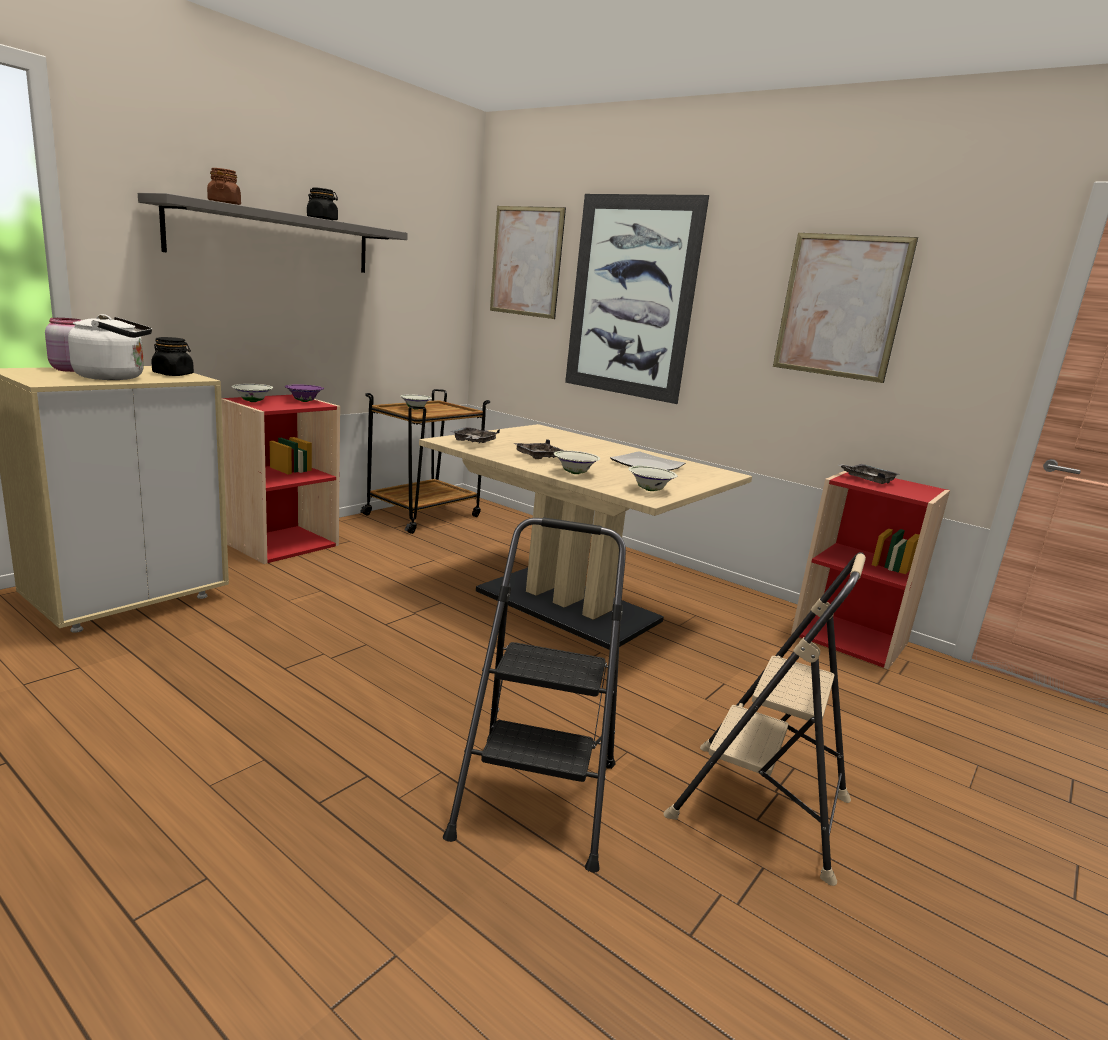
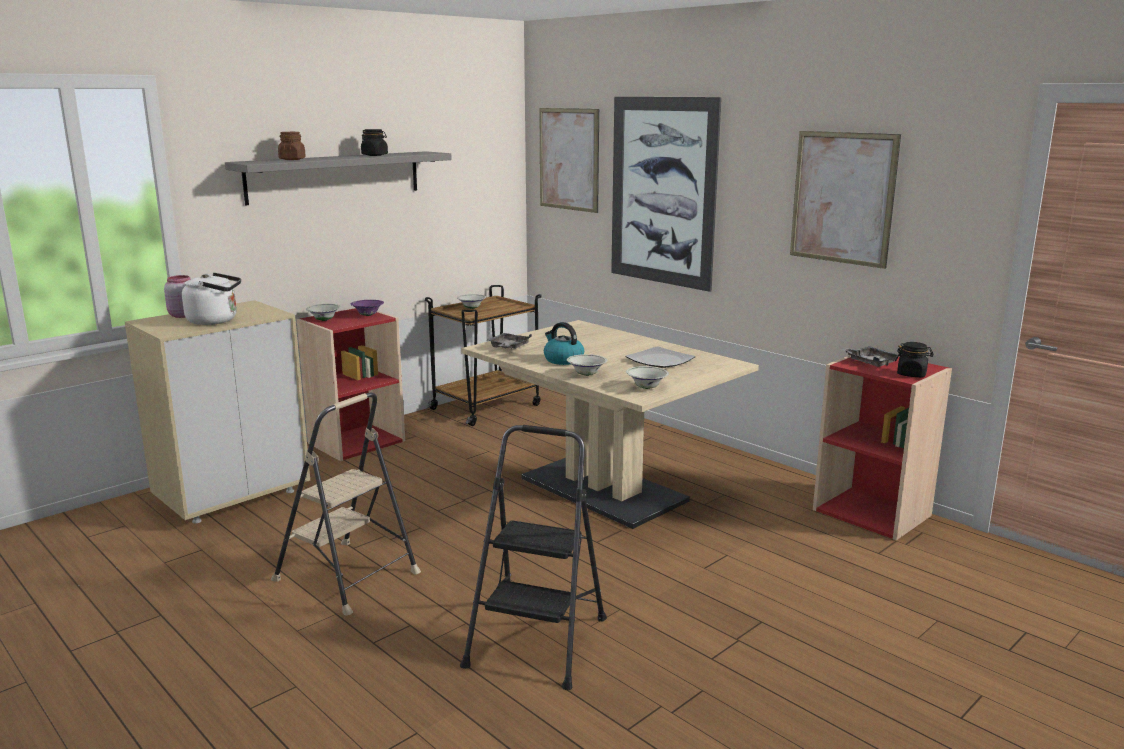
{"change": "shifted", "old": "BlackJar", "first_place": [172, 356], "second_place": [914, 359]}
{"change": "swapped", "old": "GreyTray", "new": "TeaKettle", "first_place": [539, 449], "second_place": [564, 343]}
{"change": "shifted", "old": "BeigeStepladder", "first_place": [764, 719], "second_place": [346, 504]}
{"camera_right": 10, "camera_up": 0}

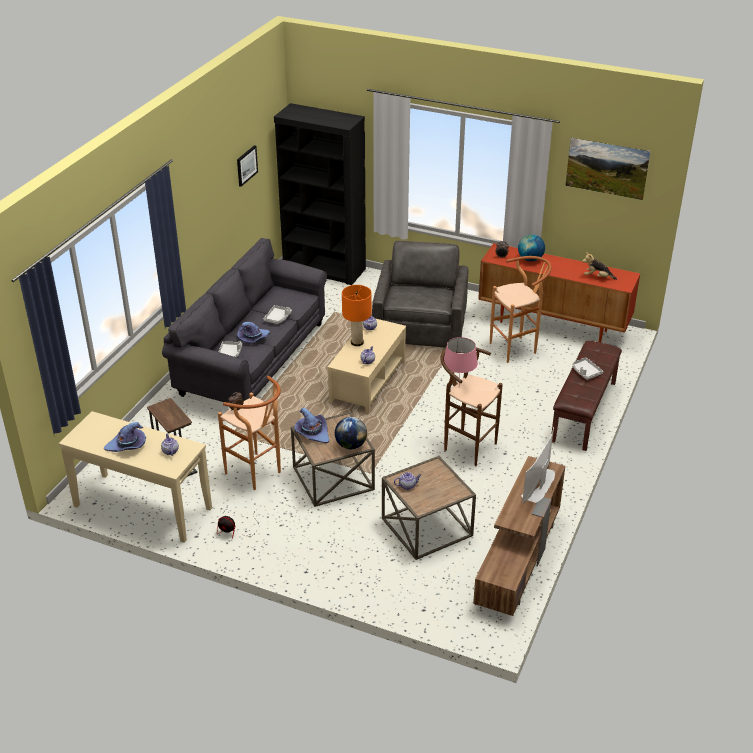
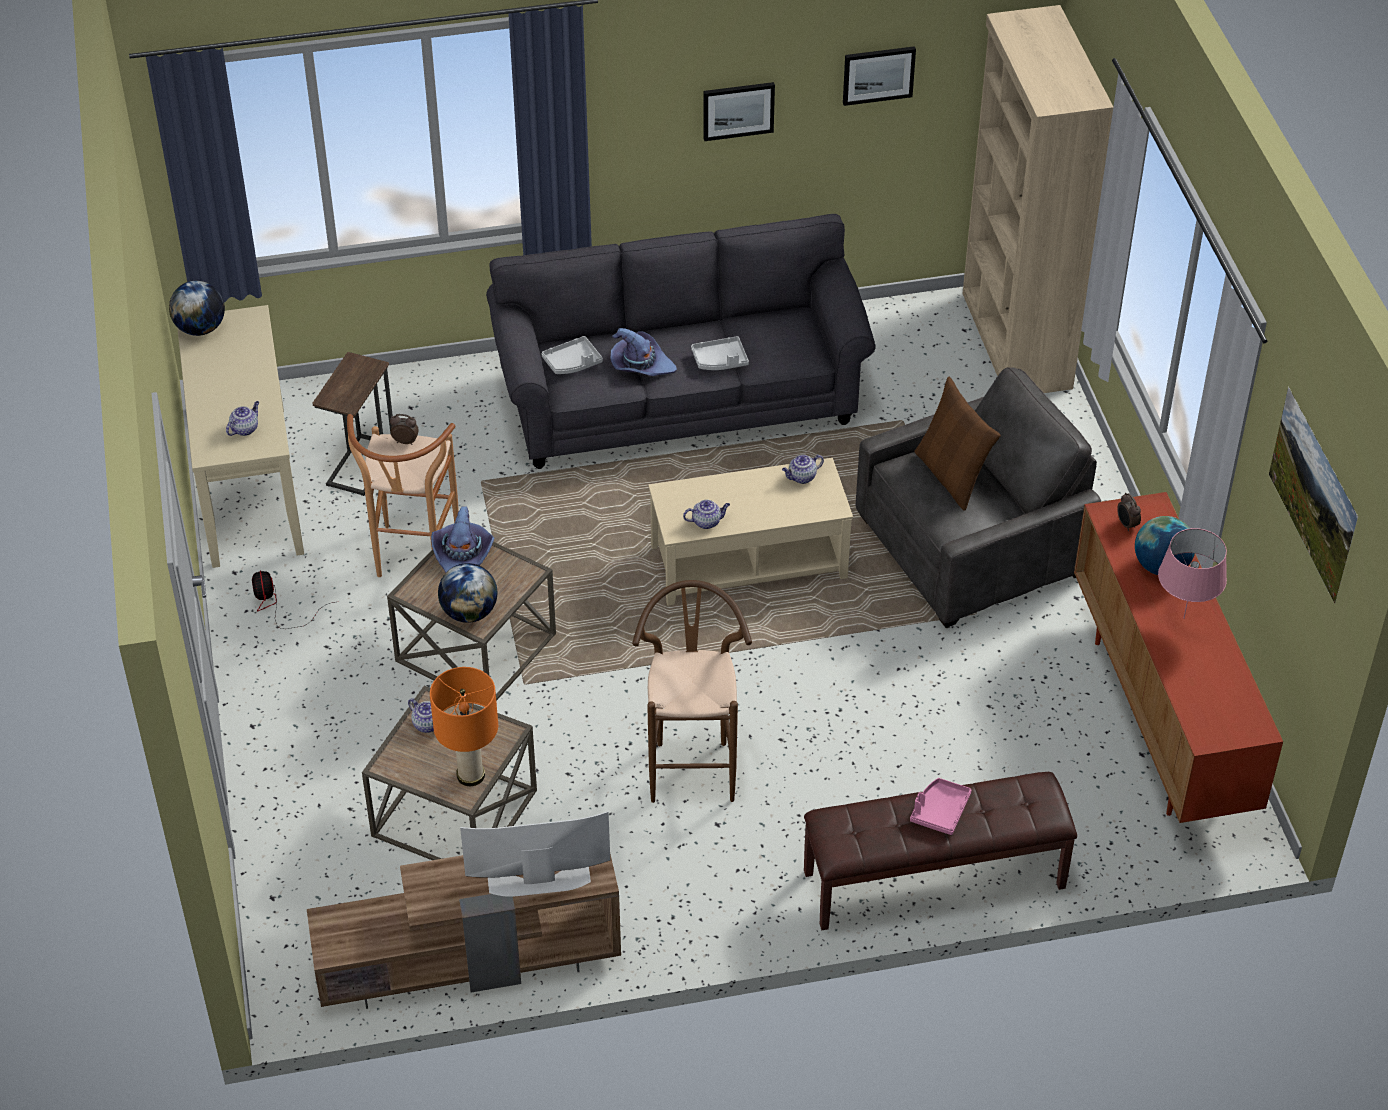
{"change": "gone", "old": "PurpleWearableHat", "first_place": [125, 437]}
{"change": "repainted", "old": "BlackBookcase", "new": "BeigeBookcase", "first_place": [320, 194], "second_place": [1038, 199]}
{"change": "shifted", "old": "OrangeyTableLamp", "first_place": [357, 315], "second_place": [464, 726]}
{"change": "shifted", "old": "PinkishTableLamp", "first_place": [461, 357], "second_place": [1192, 573]}
{"change": "gone", "old": "BrownSittingStool", "first_place": [521, 309]}
{"change": "repainted", "old": "GreyTray", "new": "PinkishTray", "first_place": [588, 368], "second_place": [941, 806]}
{"change": "gone", "old": "PlushToy", "first_place": [599, 266]}
{"change": "new", "new": "DeskGlobe", "second_place": [197, 308]}
{"change": "new", "new": "Picture", "second_place": [739, 111]}
{"change": "new", "new": "BrownThrowPillow", "second_place": [957, 444]}
{"camera_right": 55, "camera_up": 10}

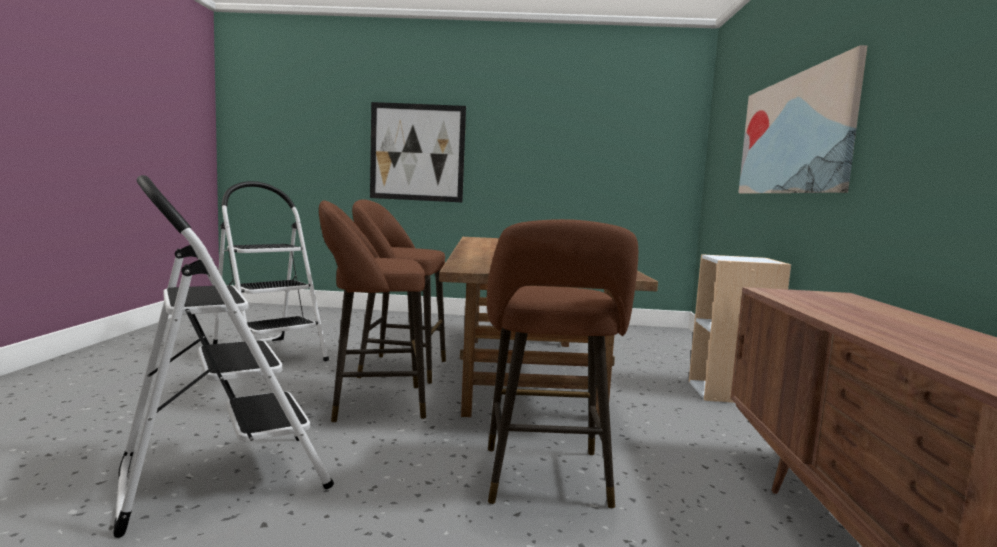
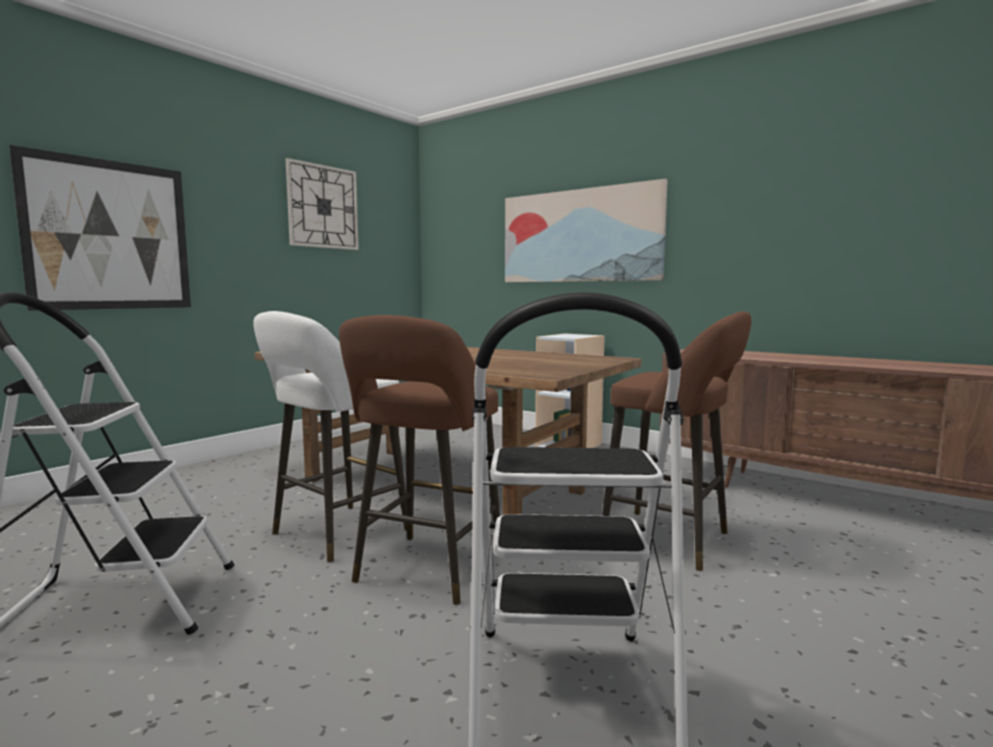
{"change": "repainted", "old": "BrownSittingStool", "new": "WhiteColouredSittingStool", "first_place": [399, 291], "second_place": [330, 436]}
{"change": "new", "new": "HangingClock", "second_place": [322, 204]}
{"camera_right": -55, "camera_up": 0}

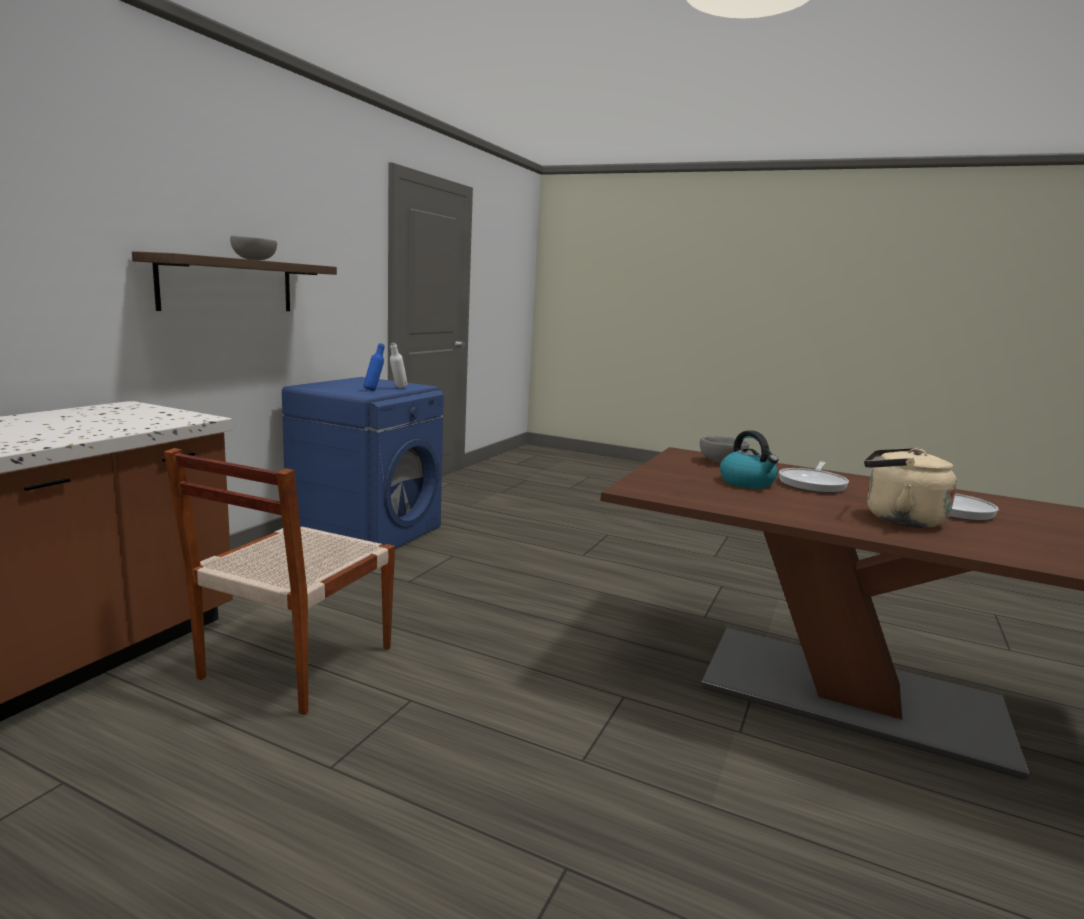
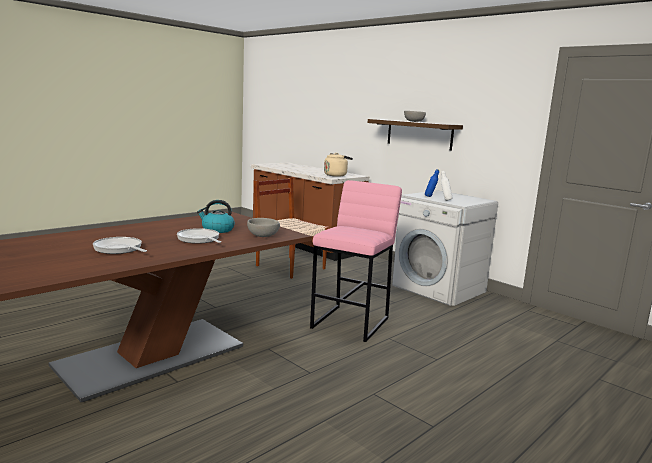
{"change": "repainted", "old": "BlueColouredWashingMachine", "new": "WhiteColouredWashingMachine", "first_place": [363, 463], "second_place": [445, 248]}
{"change": "shifted", "old": "BeigeTeaKettle", "first_place": [910, 488], "second_place": [338, 165]}
{"change": "new", "new": "PinkishSittingStool", "second_place": [356, 261]}
{"camera_right": 110, "camera_up": 0}

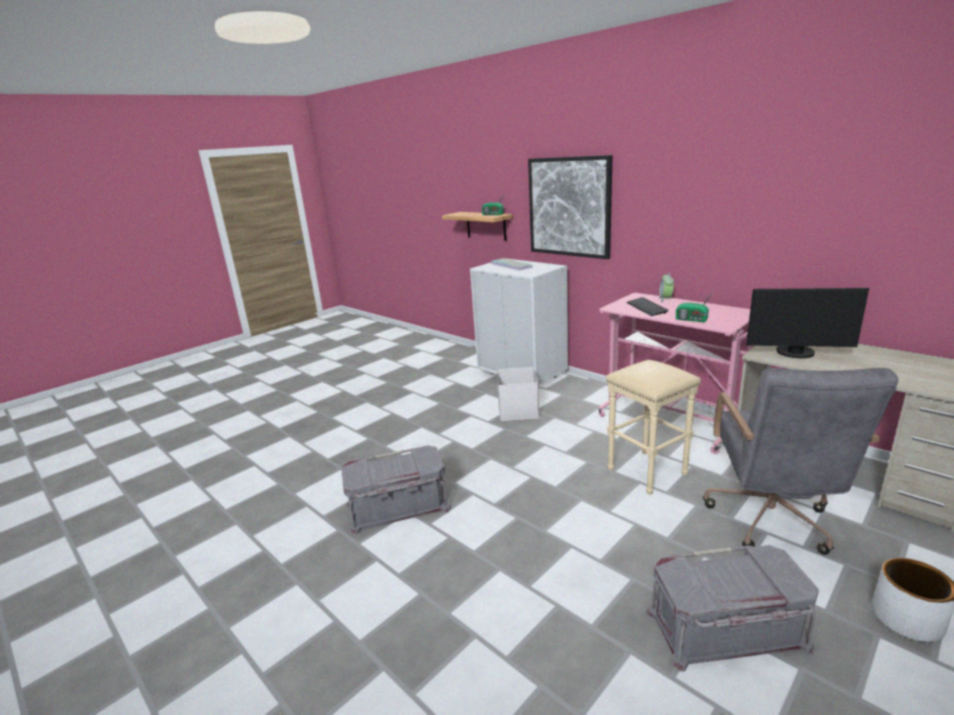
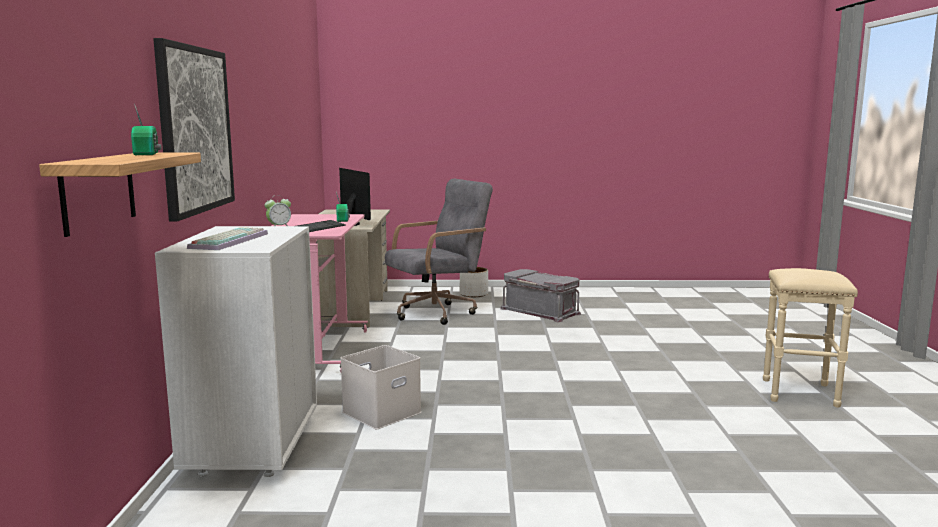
{"change": "gone", "old": "GreyStorageContainer", "first_place": [396, 490]}
{"change": "shifted", "old": "BeigeSittingStool", "first_place": [653, 427], "second_place": [810, 338]}
{"camera_right": -135, "camera_up": -10}

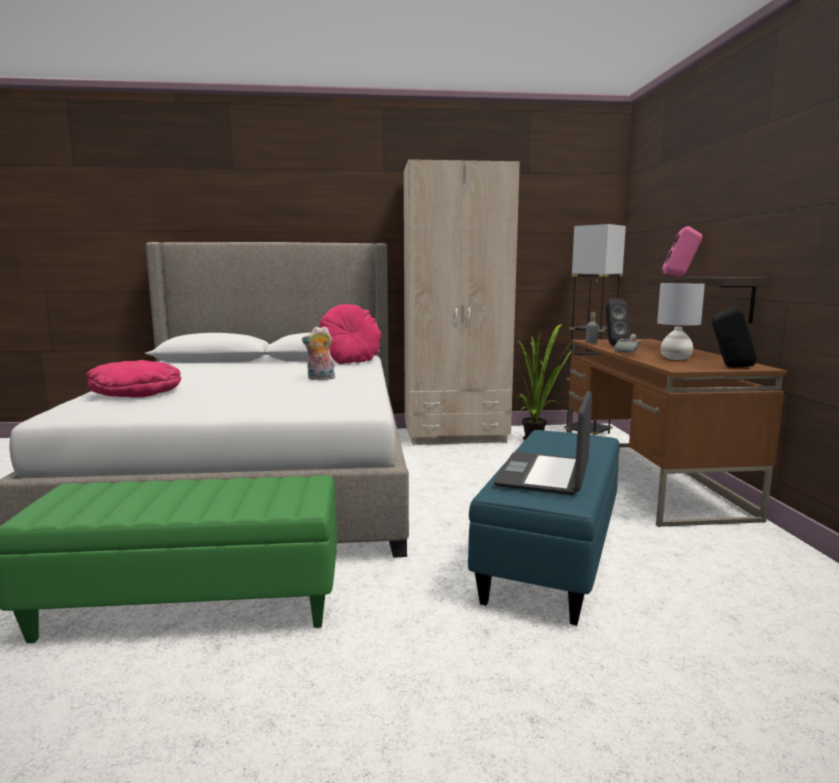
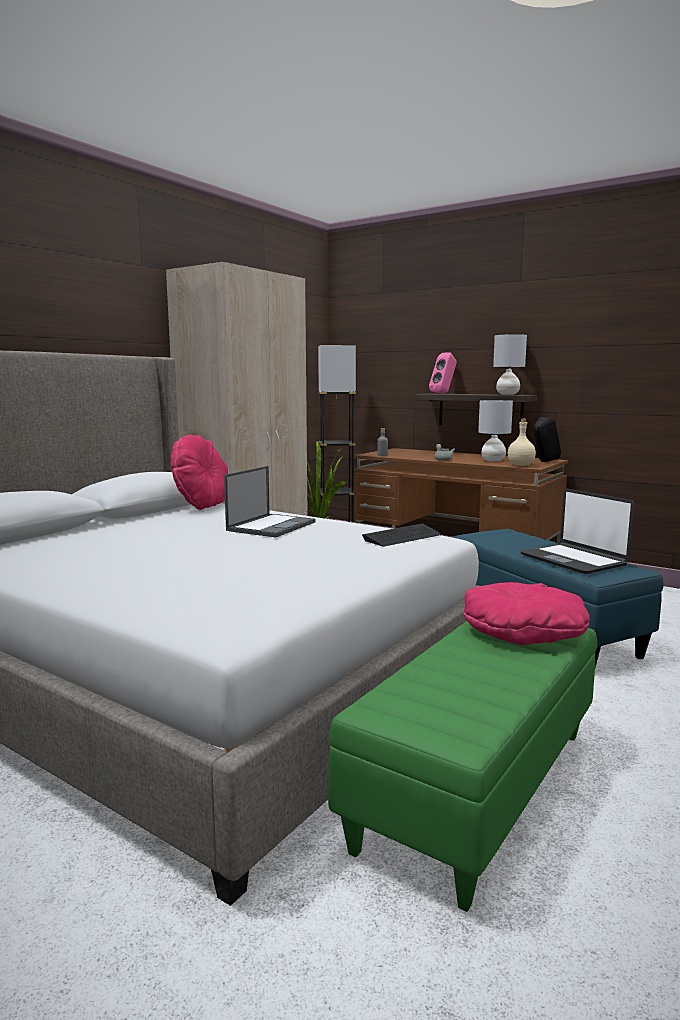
{"change": "shifted", "old": "PinkishThrowPillow", "first_place": [133, 378], "second_place": [526, 613]}
{"change": "swapped", "old": "PlushToy", "new": "NotebookComputer", "first_place": [318, 353], "second_place": [270, 502]}
{"change": "gone", "old": "BlackLoudspeaker", "first_place": [618, 322]}
{"change": "new", "new": "Keyboard", "second_place": [401, 535]}
{"change": "new", "new": "GreyTableLamp", "second_place": [510, 364]}
{"change": "new", "new": "BeigeBeverageBottle", "second_place": [522, 442]}
{"camera_right": -50, "camera_up": 0}

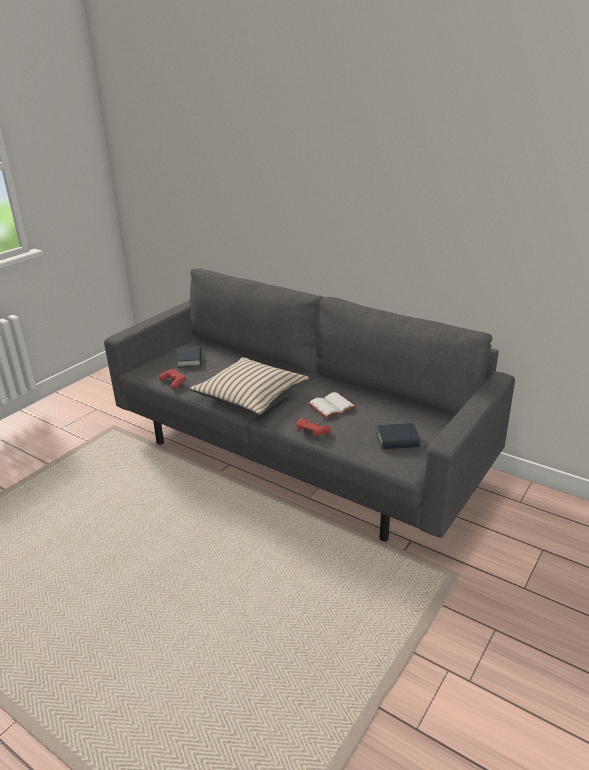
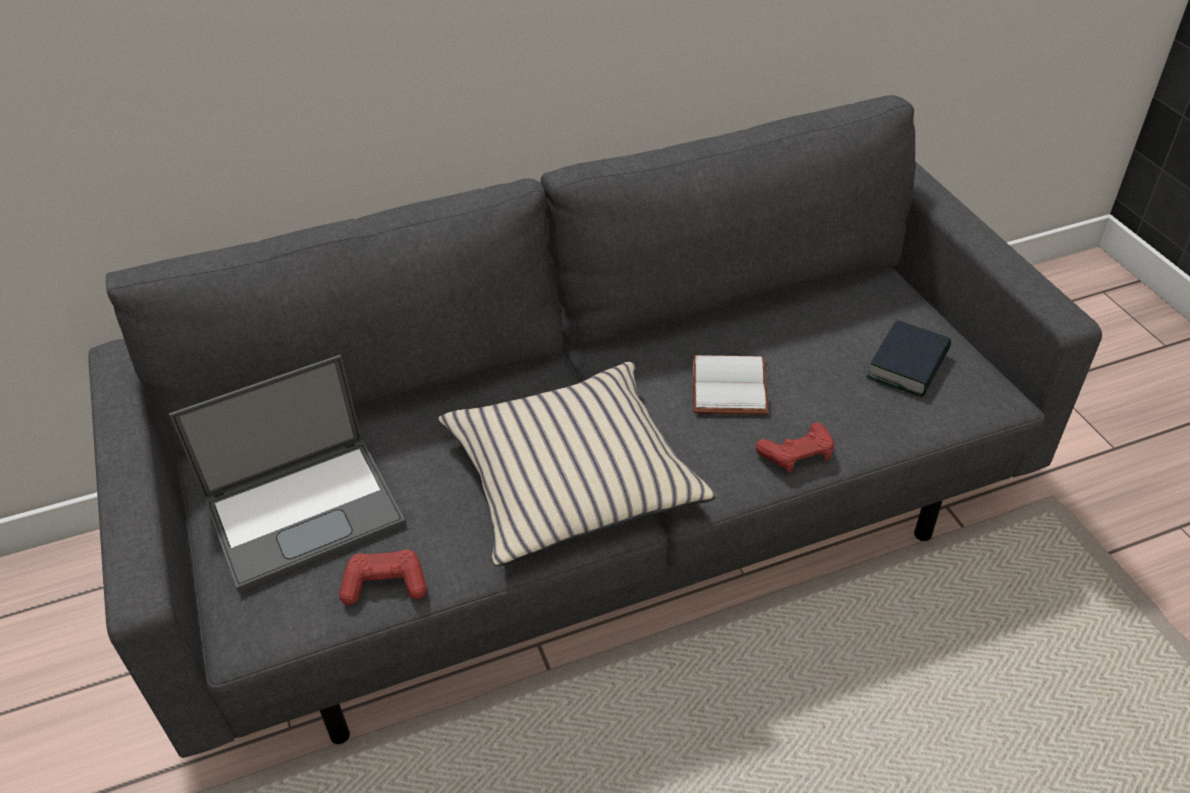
{"change": "swapped", "old": "Book", "new": "NotebookComputer", "first_place": [189, 357], "second_place": [287, 474]}
{"camera_right": -55, "camera_up": 15}

